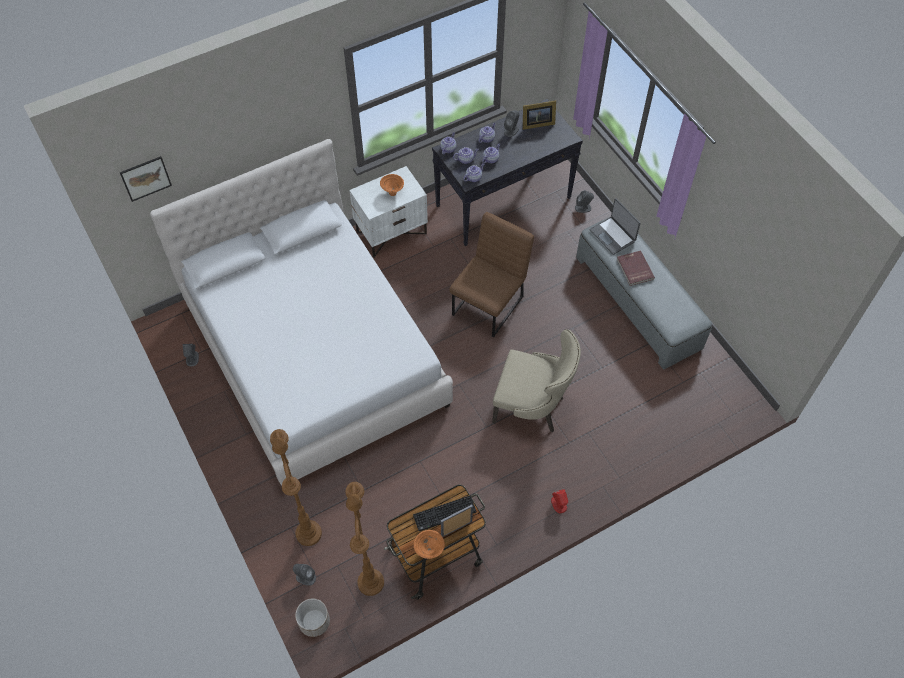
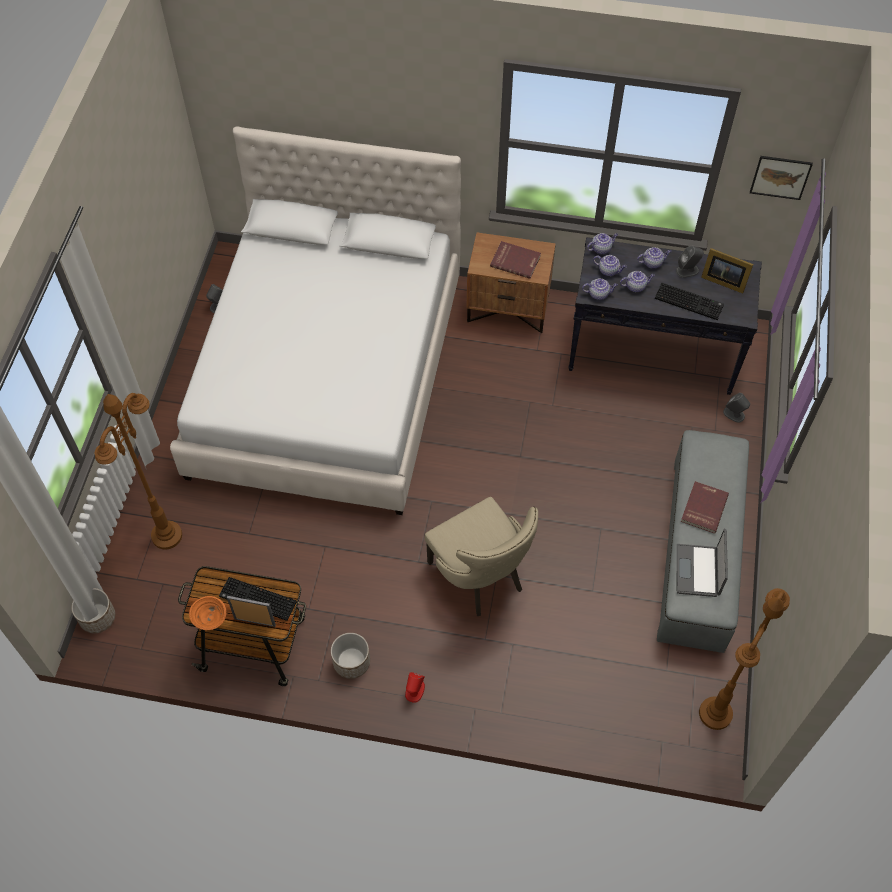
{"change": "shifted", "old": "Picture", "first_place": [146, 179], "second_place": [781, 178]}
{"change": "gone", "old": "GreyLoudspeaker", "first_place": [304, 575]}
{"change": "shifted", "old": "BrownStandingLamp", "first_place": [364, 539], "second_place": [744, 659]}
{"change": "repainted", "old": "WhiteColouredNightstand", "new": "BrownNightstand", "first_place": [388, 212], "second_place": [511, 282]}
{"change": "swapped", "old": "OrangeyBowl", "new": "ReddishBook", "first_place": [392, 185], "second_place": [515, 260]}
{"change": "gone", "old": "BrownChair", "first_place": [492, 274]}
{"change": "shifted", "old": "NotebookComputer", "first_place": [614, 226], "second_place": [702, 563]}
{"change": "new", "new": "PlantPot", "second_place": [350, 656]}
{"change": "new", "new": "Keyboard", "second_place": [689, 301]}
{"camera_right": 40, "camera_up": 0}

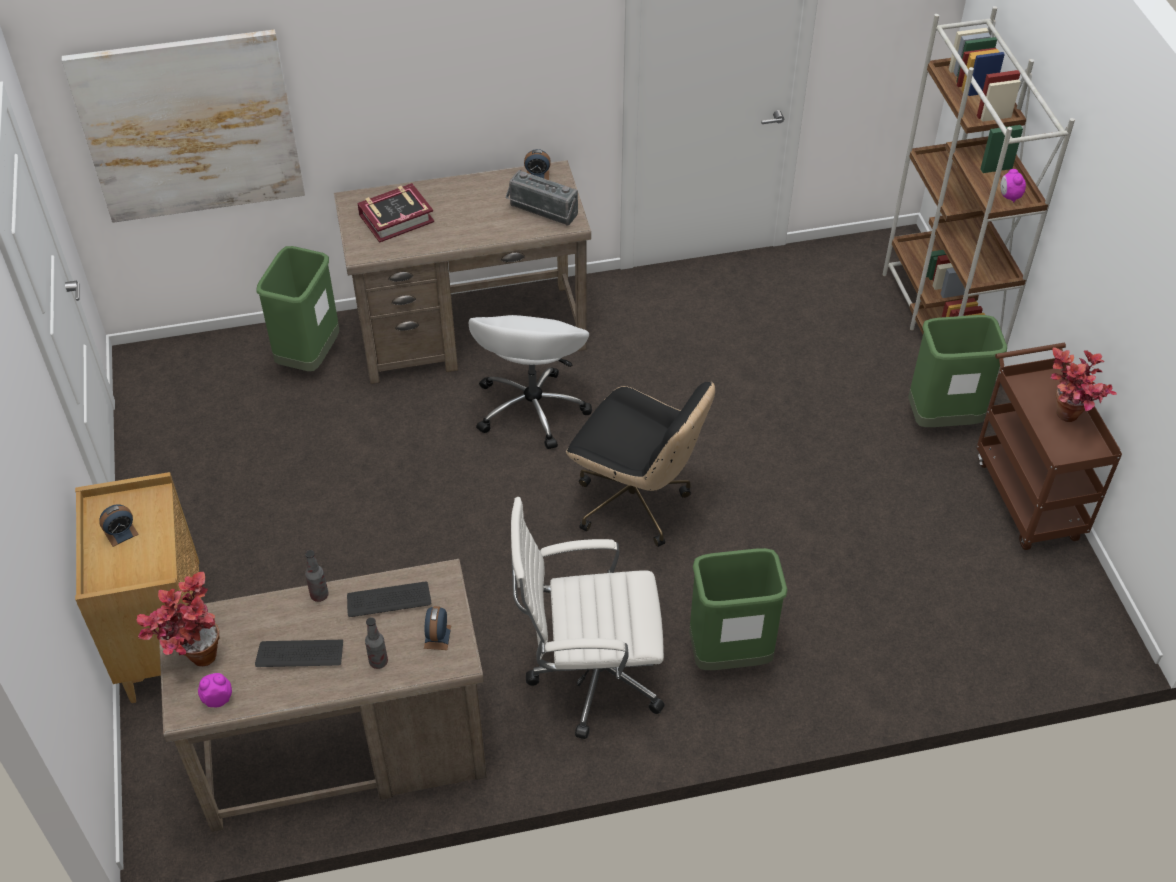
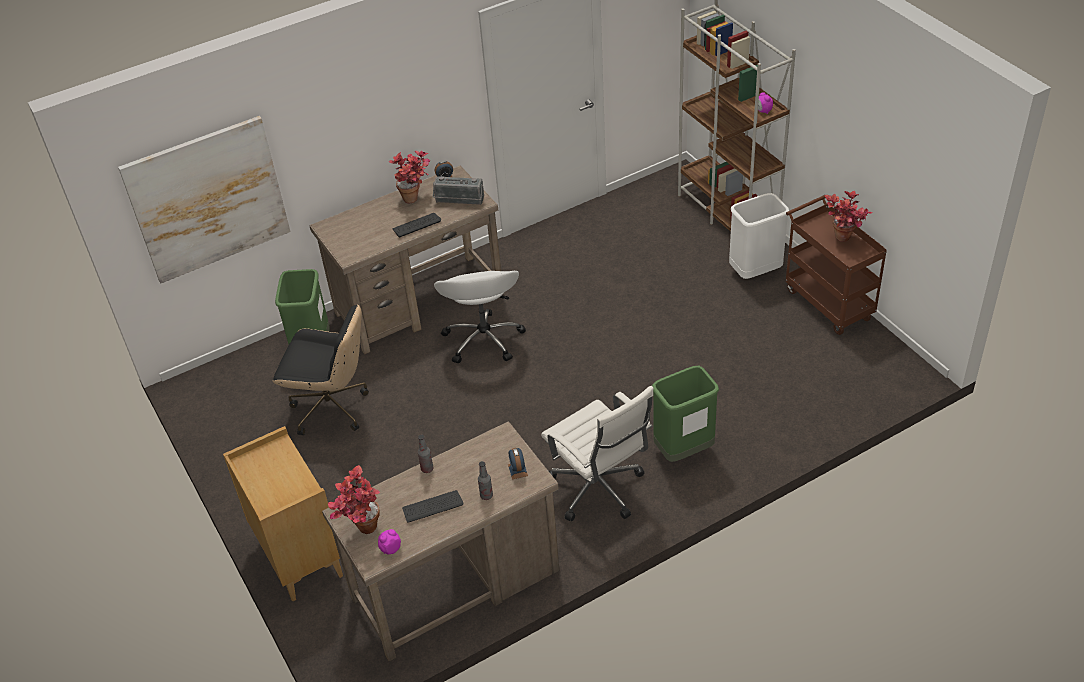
{"change": "gone", "old": "BedsideClock", "first_place": [119, 525]}
{"change": "shifted", "old": "Keyboard", "first_place": [389, 599], "second_place": [416, 225]}
{"change": "gone", "old": "Book", "first_place": [395, 213]}
{"change": "rotated", "old": "WhiteColouredDeskChair", "first_place": [588, 618], "second_place": [597, 453], "degrees": -105}
{"change": "shifted", "old": "BlackDeskChair", "first_place": [640, 464], "second_place": [321, 370]}
{"change": "repainted", "old": "GreenColouredWasteBin", "new": "WhiteColouredWasteBin", "first_place": [957, 371], "second_place": [759, 236]}
{"change": "new", "new": "PottedPlant", "second_place": [409, 177]}
{"camera_right": -15, "camera_up": -5}

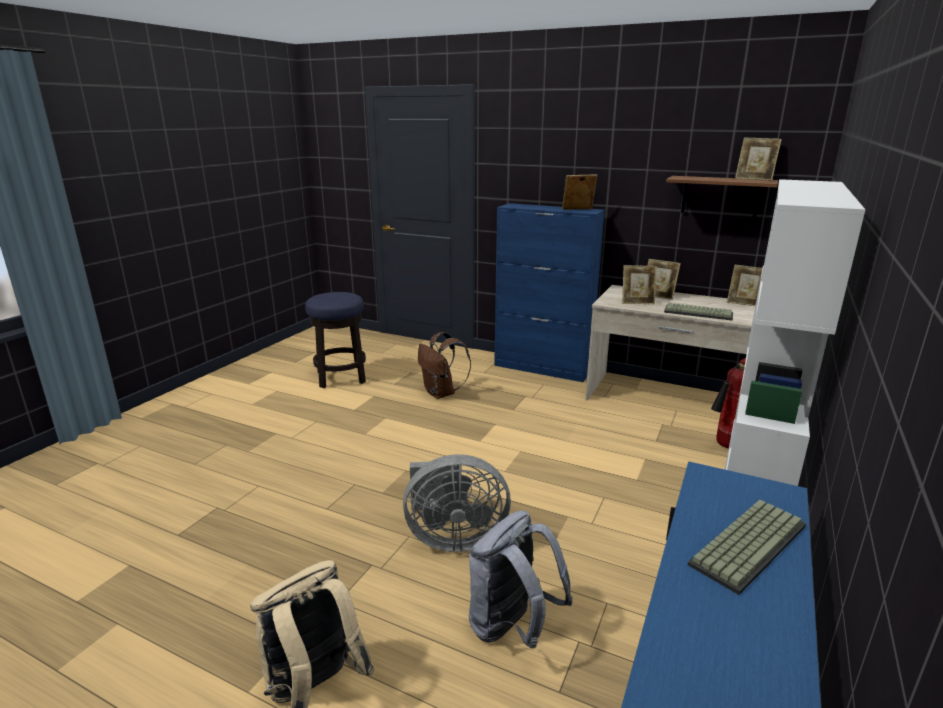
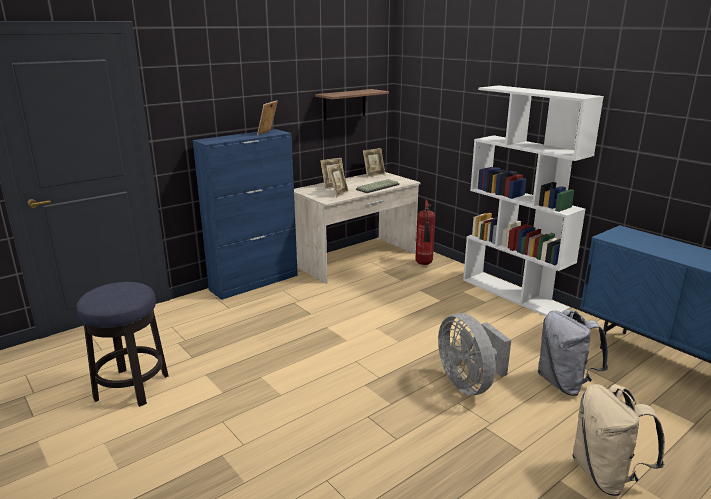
{"change": "rotated", "old": "GreyCoolingFan", "first_place": [457, 503], "second_place": [474, 354], "degrees": 135}
{"change": "gone", "old": "BrownBackpack", "first_place": [444, 365]}
{"change": "gone", "old": "Keyboard", "first_place": [747, 547]}
{"change": "gone", "old": "StandingFrame", "first_place": [758, 159]}
{"camera_right": -65, "camera_up": 0}

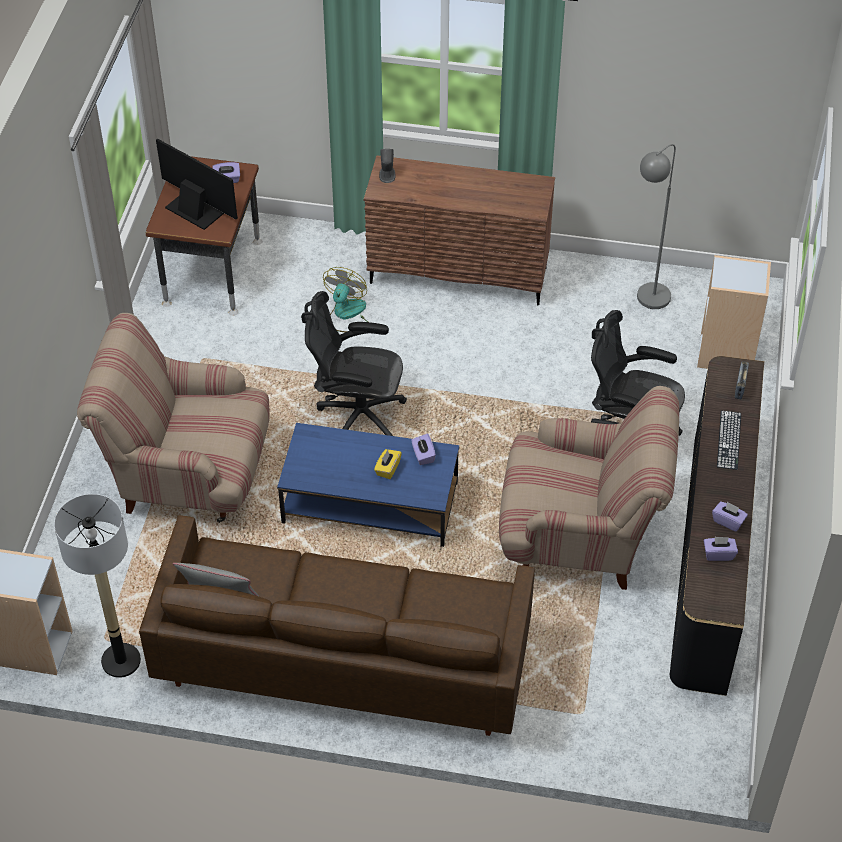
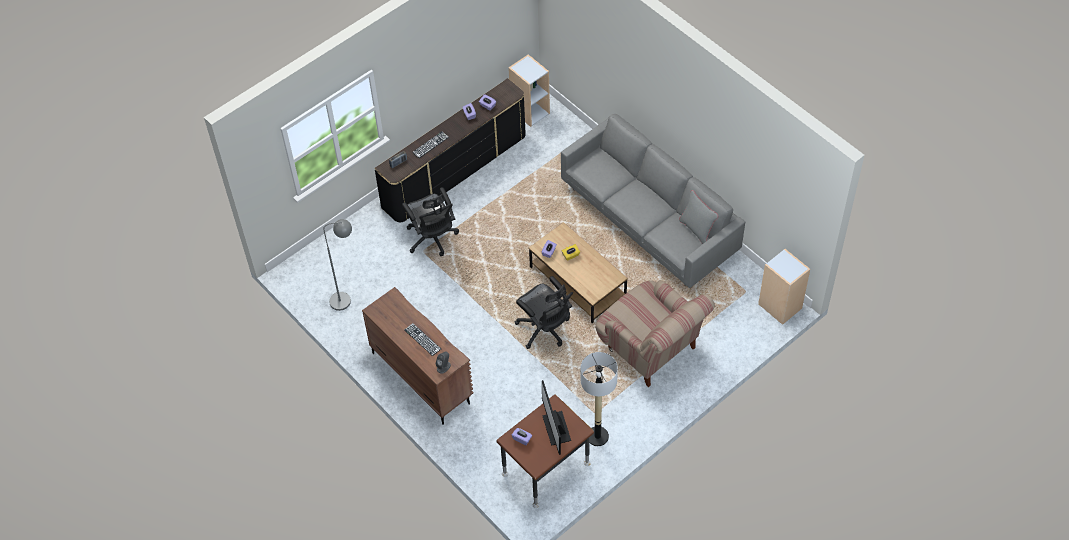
{"change": "shifted", "old": "StandingLamp", "first_place": [97, 586], "second_place": [599, 399]}
{"change": "repainted", "old": "BrownCouch", "new": "GreyCouch", "first_place": [337, 625], "second_place": [653, 201]}
{"change": "repainted", "old": "BlueColouredLowTable", "new": "BrownLowTable", "first_place": [368, 485], "second_place": [578, 272]}
{"change": "gone", "old": "CoolingFan", "first_place": [345, 299]}
{"change": "gone", "old": "BeigeEasyChair", "first_place": [589, 488]}
{"change": "shifted", "old": "Bookcase", "first_place": [734, 312], "second_place": [529, 90]}
{"change": "new", "new": "Keyboard", "second_place": [423, 339]}
{"camera_right": -140, "camera_up": 5}

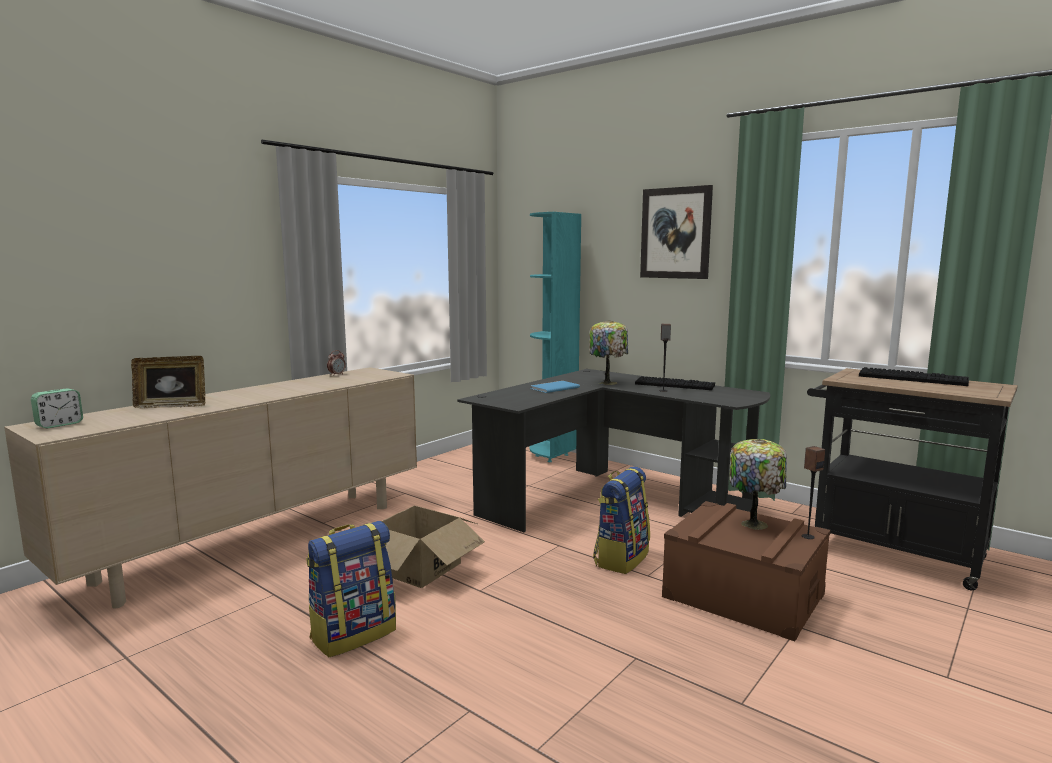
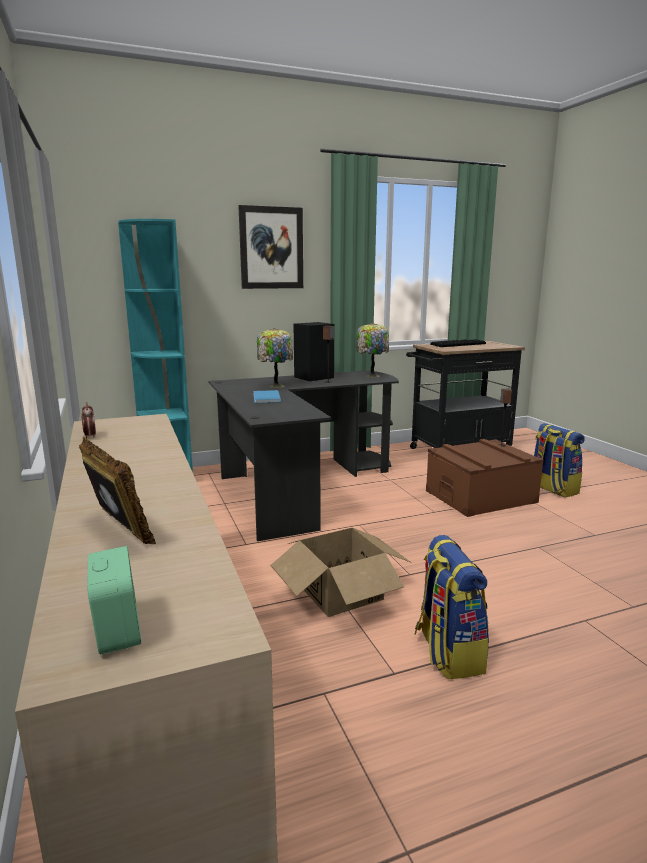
{"change": "rotated", "old": "StandingFrame", "first_place": [168, 382], "second_place": [117, 490], "degrees": -60}
{"change": "shifted", "old": "Backpack", "first_place": [621, 520], "second_place": [559, 460]}
{"change": "swapped", "old": "Keyboard", "new": "BlackLoudspeaker", "first_place": [675, 383], "second_place": [313, 351]}
{"change": "shifted", "old": "TableLamp", "first_place": [758, 484], "second_place": [373, 350]}
{"camera_right": -60, "camera_up": 5}

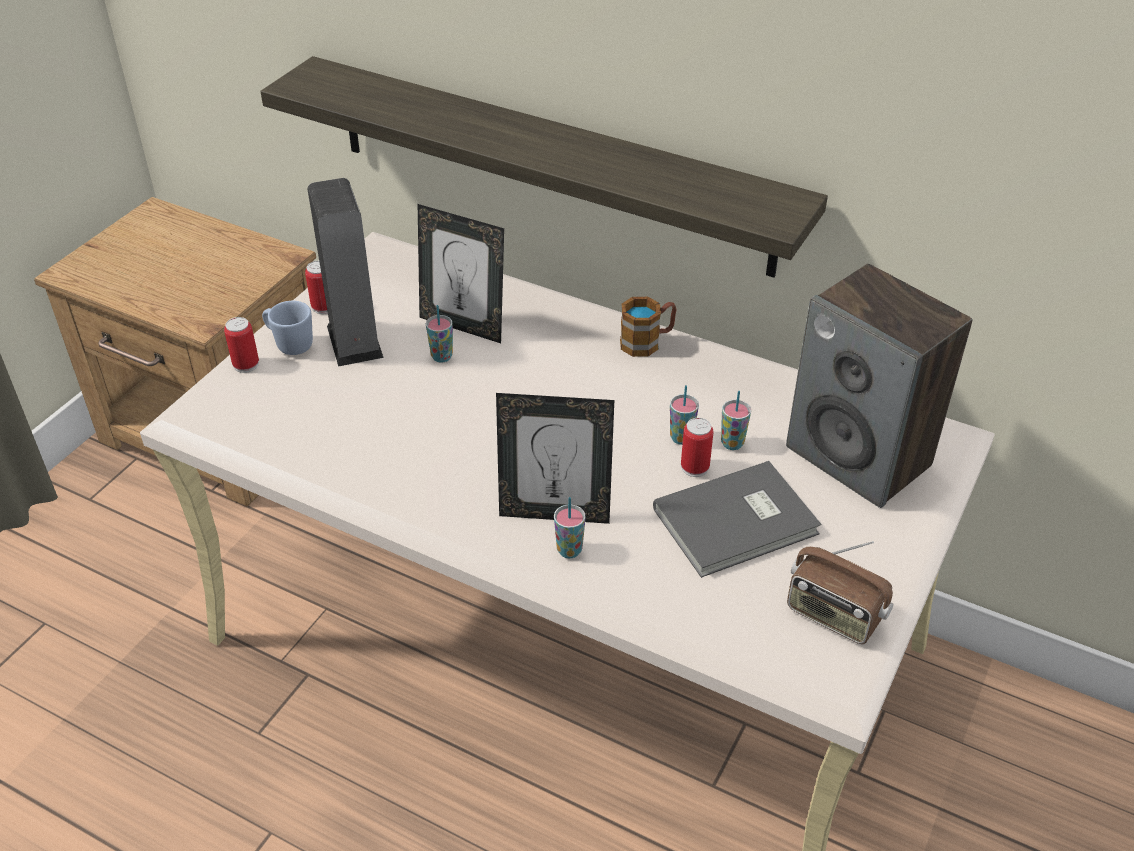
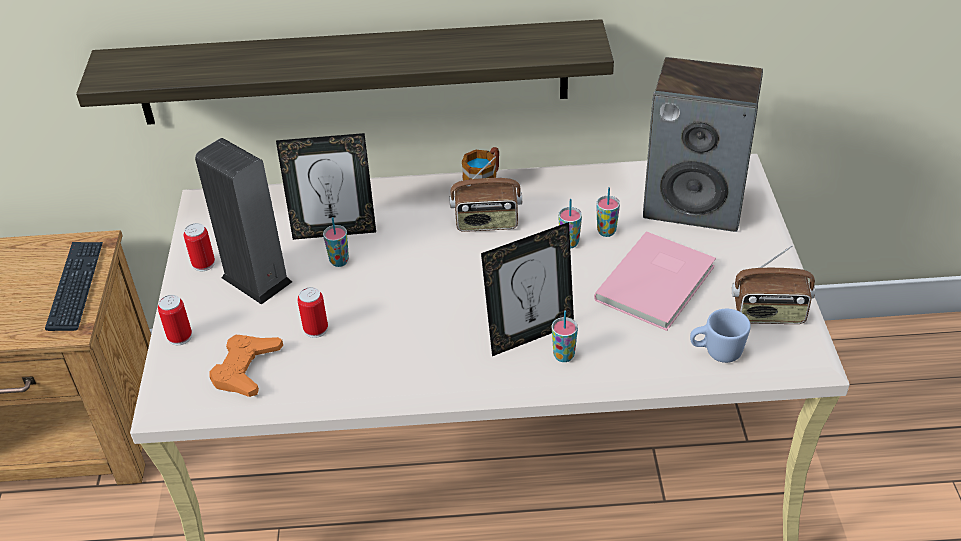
{"change": "shifted", "old": "BlueColouredMug", "first_place": [287, 328], "second_place": [720, 336]}
{"change": "repainted", "old": "GreyBook", "new": "PinkishBook", "first_place": [737, 519], "second_place": [655, 281]}
{"change": "shifted", "old": "MetalCan", "first_place": [697, 447], "second_place": [312, 312]}
{"change": "new", "new": "Keyboard", "second_place": [74, 286]}
{"change": "new", "new": "OrangeyGamepad", "second_place": [246, 366]}
{"change": "new", "new": "Radio", "second_place": [485, 194]}
{"camera_right": -30, "camera_up": 0}

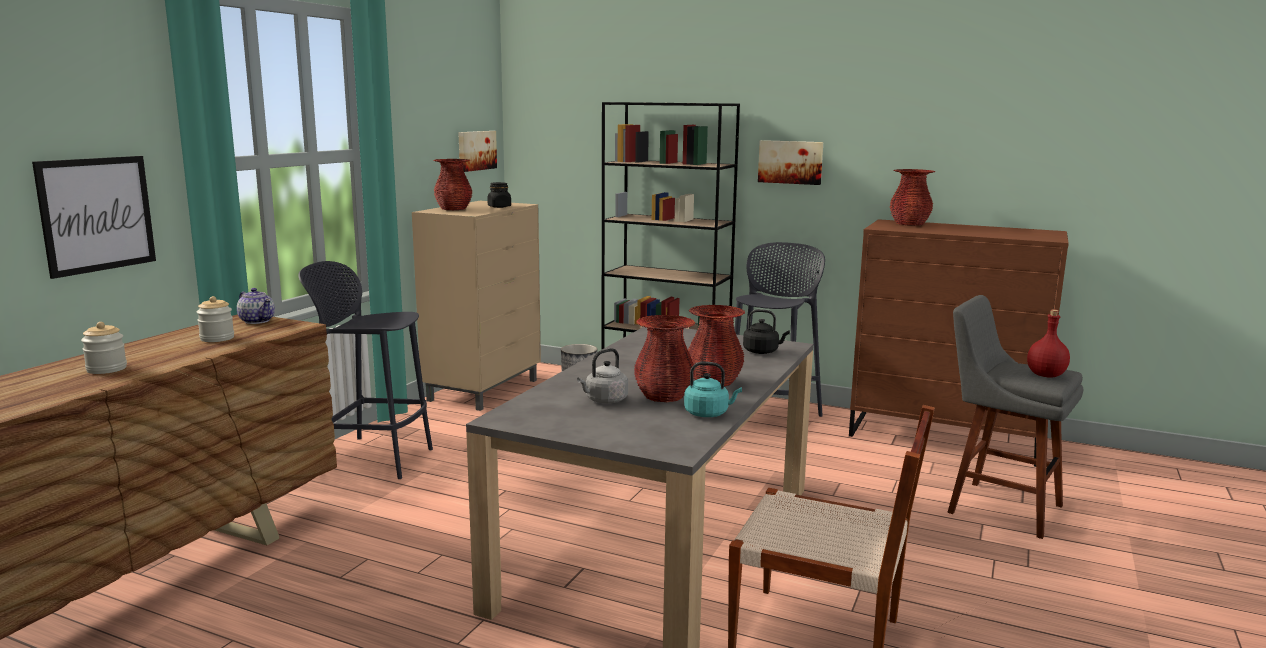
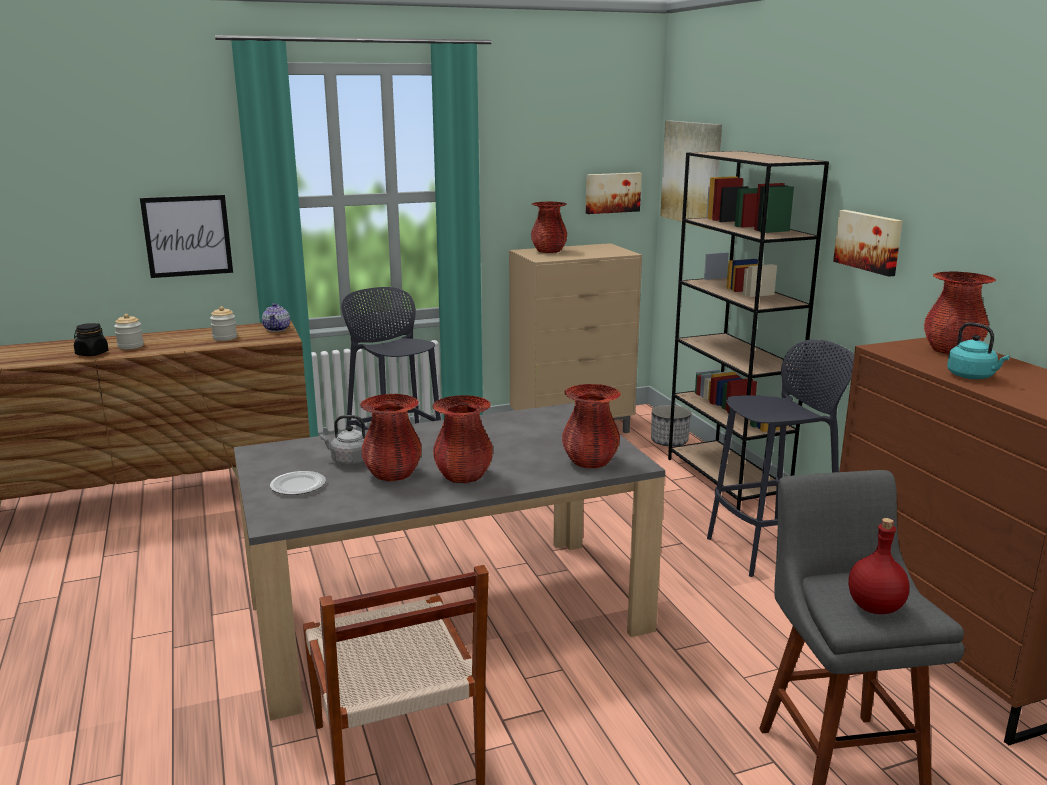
{"change": "shifted", "old": "BlackJar", "first_place": [499, 195], "second_place": [91, 339]}
{"change": "shifted", "old": "TurquoiseColouredTeaKettle", "first_place": [713, 389], "second_place": [978, 350]}
{"change": "swapped", "old": "BlackTeaKettle", "new": "ReddishVase", "first_place": [766, 331], "second_place": [591, 426]}
{"change": "new", "new": "DinnerPlate", "second_place": [298, 483]}
{"change": "new", "new": "Picture", "second_place": [691, 175]}
{"camera_right": 45, "camera_up": 5}

